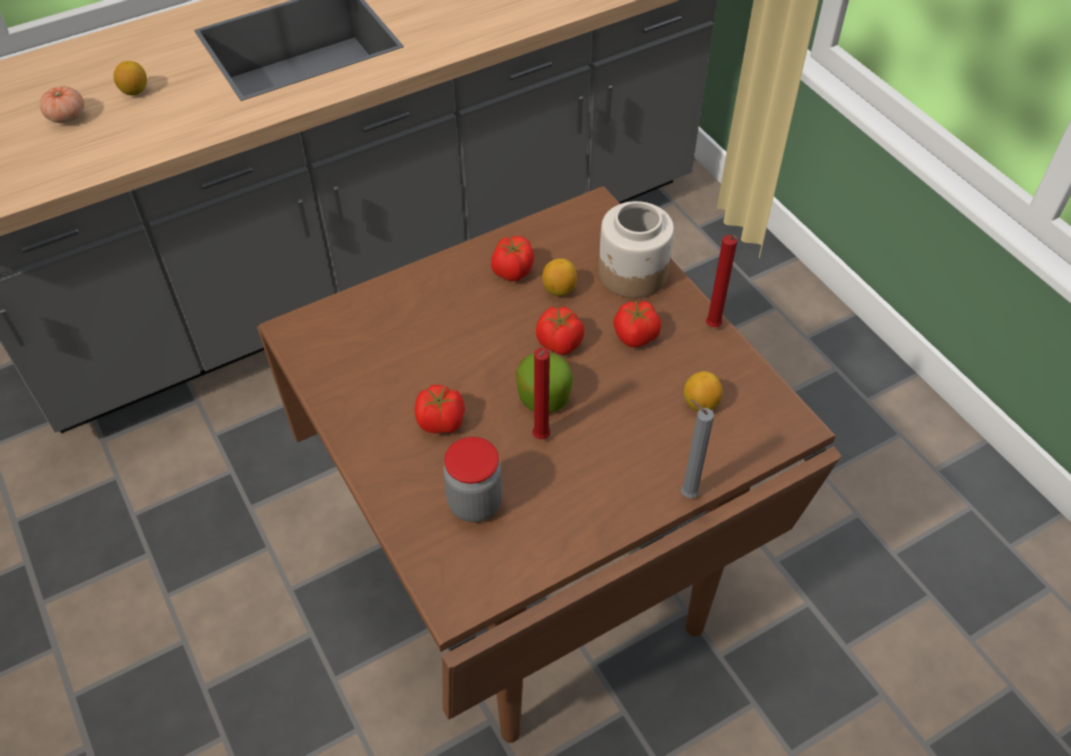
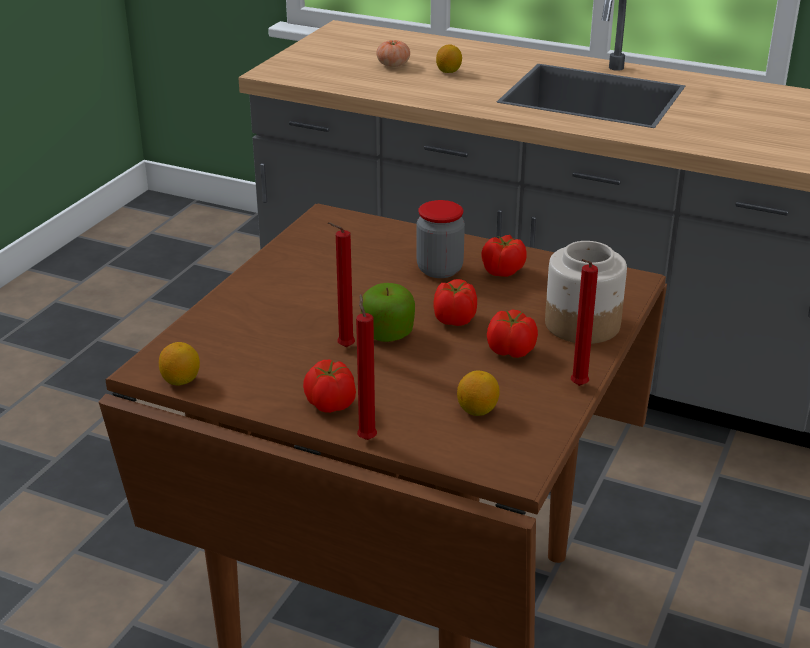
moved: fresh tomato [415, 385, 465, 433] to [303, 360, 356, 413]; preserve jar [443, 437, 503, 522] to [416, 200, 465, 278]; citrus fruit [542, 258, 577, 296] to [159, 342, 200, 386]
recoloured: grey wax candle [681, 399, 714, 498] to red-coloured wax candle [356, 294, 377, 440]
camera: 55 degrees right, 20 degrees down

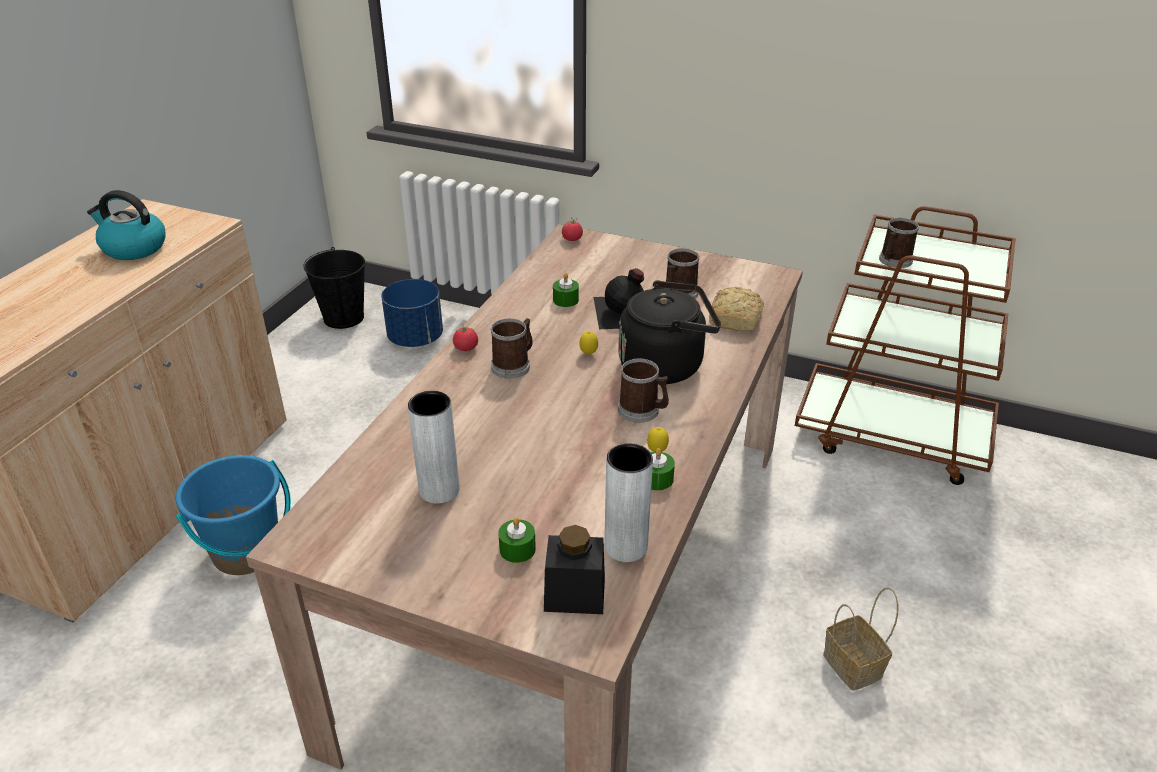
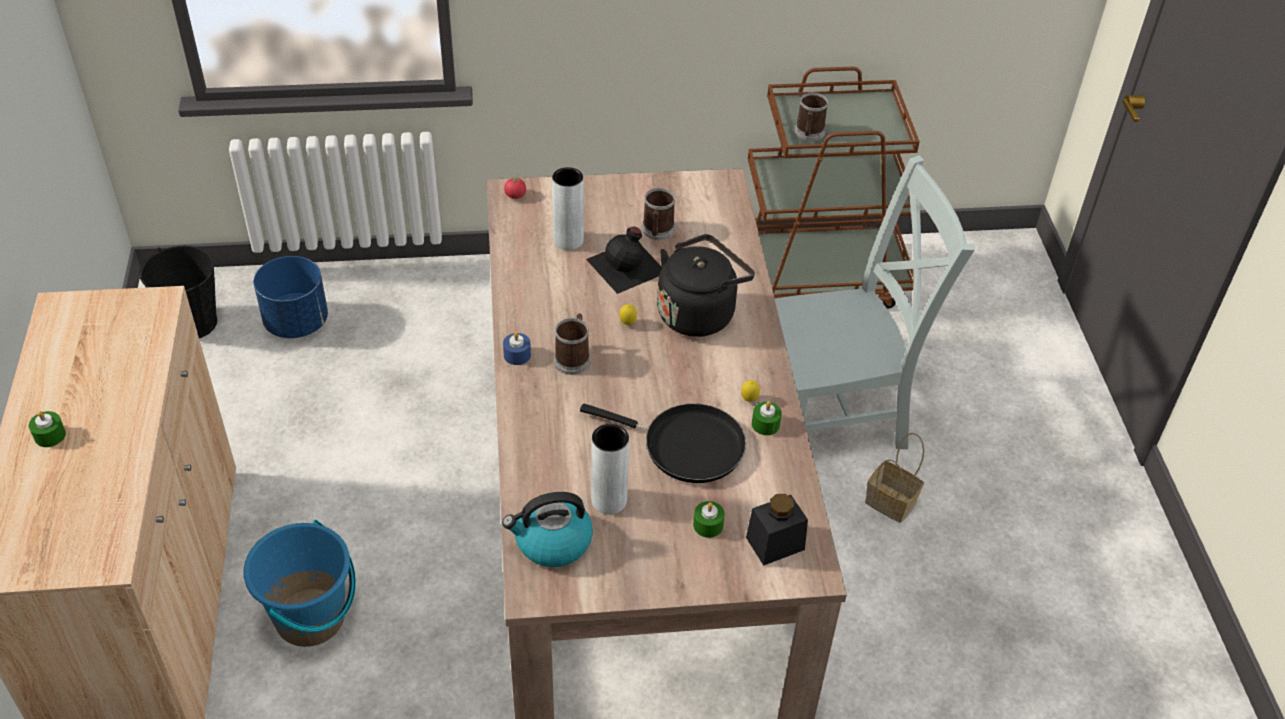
removed: tea mug [618, 359, 669, 423]; bakery bread [709, 287, 764, 332]
added: blackish frying pan [580, 403, 746, 483]; grey plain chair [775, 155, 975, 449]
moved: tea kettle [87, 190, 166, 260] to [502, 492, 593, 567]; green wax candle [553, 273, 579, 307] to [29, 411, 66, 447]; grey decorative vase [604, 443, 653, 562] to [552, 167, 584, 250]
replaced: fresh tomato [453, 324, 478, 351] to bluish wax candle [503, 332, 531, 365]
camera: 30 degrees left, 10 degrees up

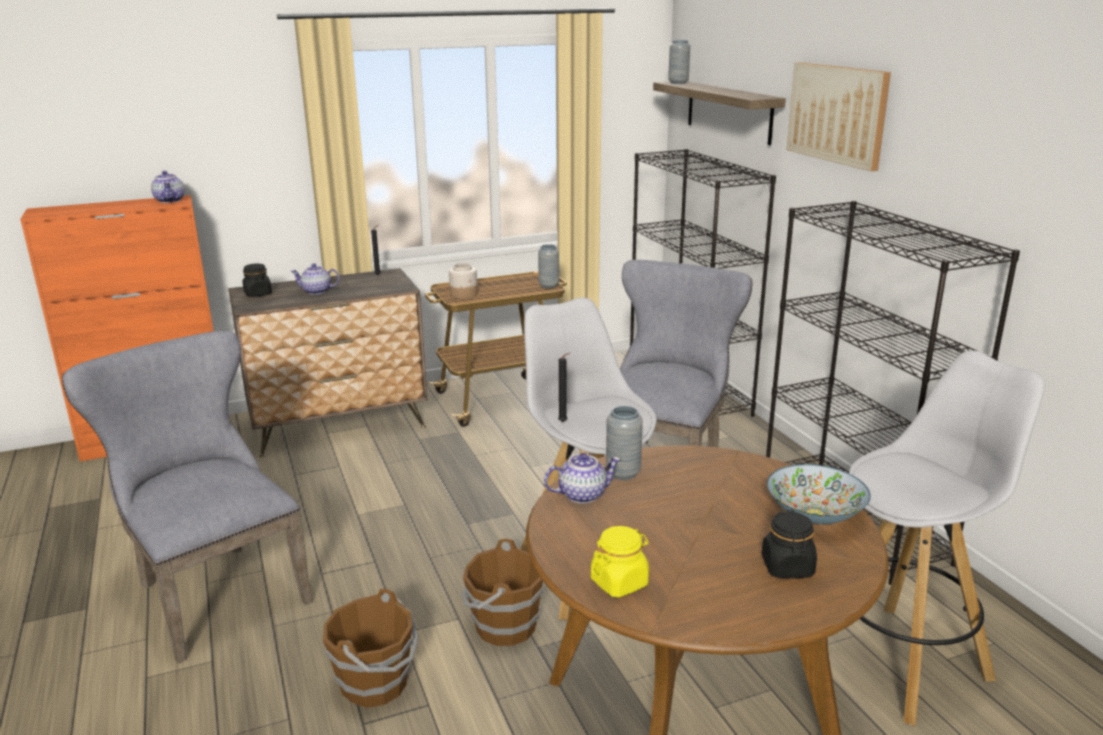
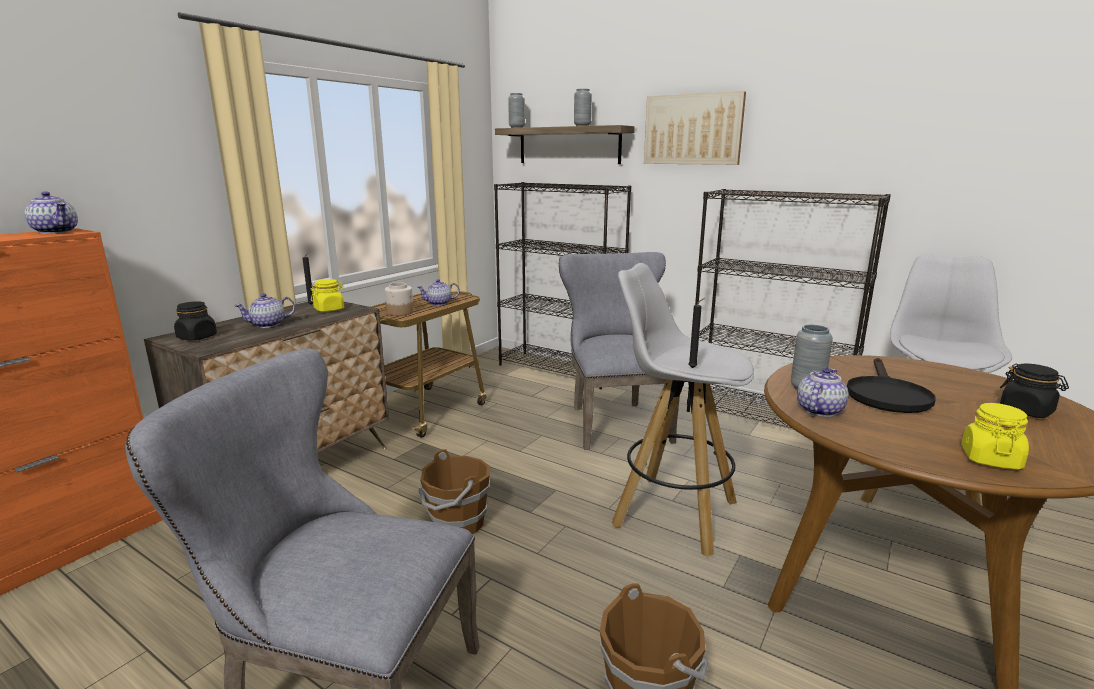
removed: deep dish [767, 464, 871, 524]
added: yellow-coloured preserve jar [310, 279, 344, 312]; pot for tea [417, 279, 460, 306]; blackish frying pan [847, 358, 935, 413]
moved: brown bucket [462, 538, 544, 646] to [418, 449, 490, 534]; grey decorative vase [538, 244, 559, 288] to [574, 89, 592, 126]
camera: 35 degrees left, 5 degrees down

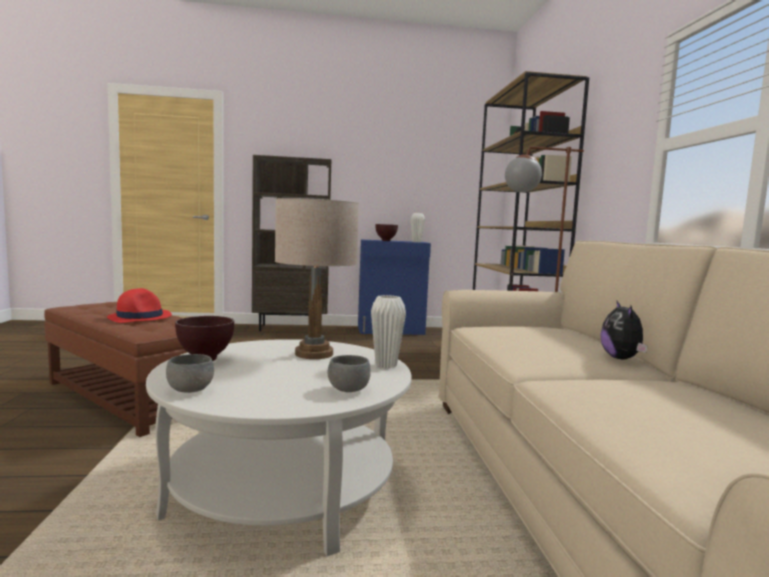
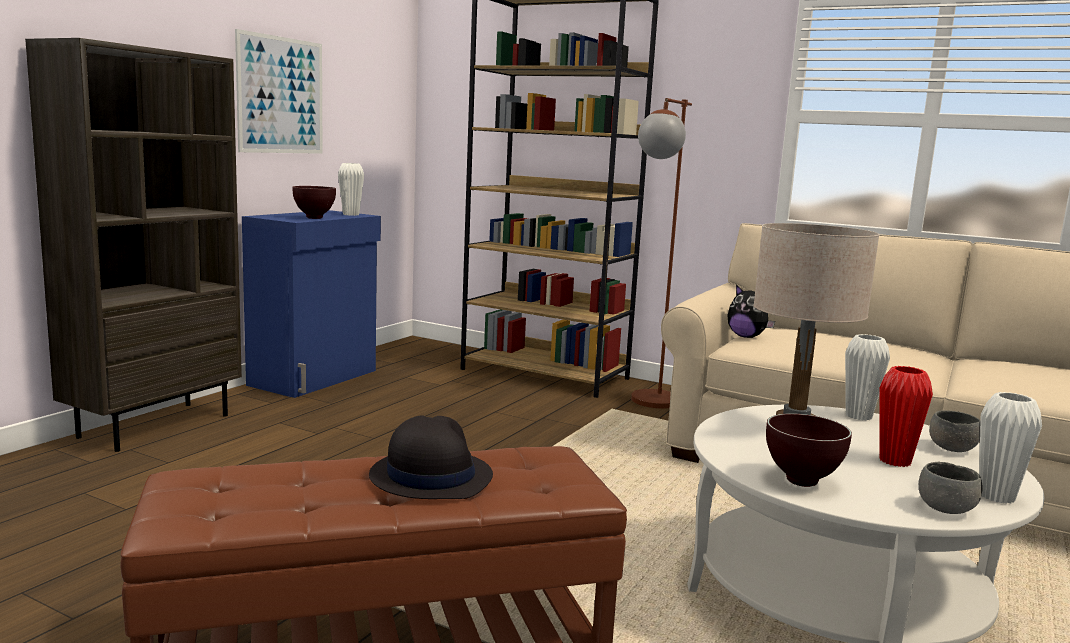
added: picture [235, 29, 322, 154]; red-coloured decorative vase [880, 366, 933, 467]; white-coloured decorative vase [979, 392, 1042, 504]
moved: cuddly toy [600, 301, 648, 359] to [727, 285, 775, 338]
recoloured: red-coloured wearable hat [107, 288, 172, 323] to blackish wearable hat [369, 415, 493, 499]
camera: 55 degrees left, 5 degrees up

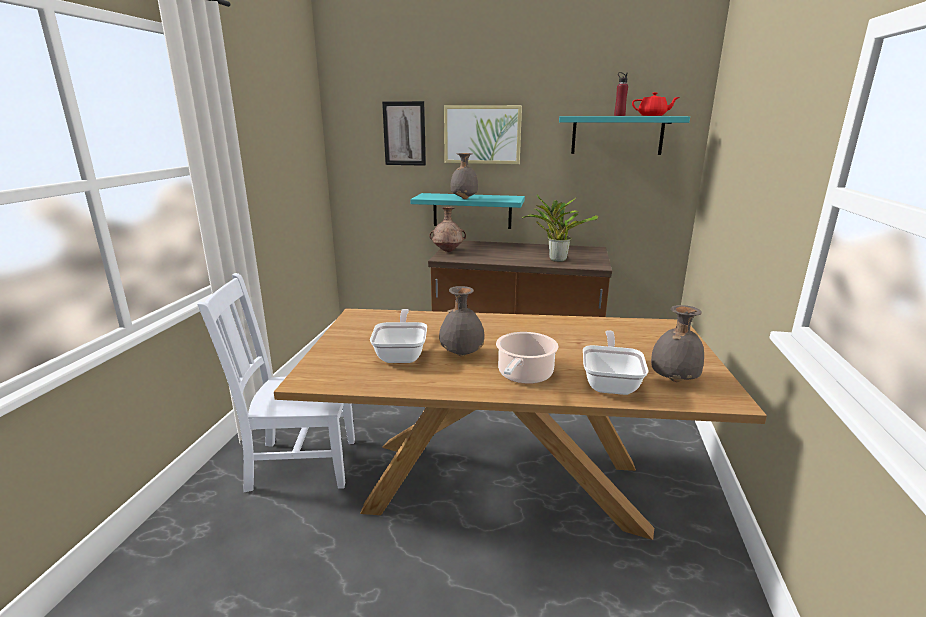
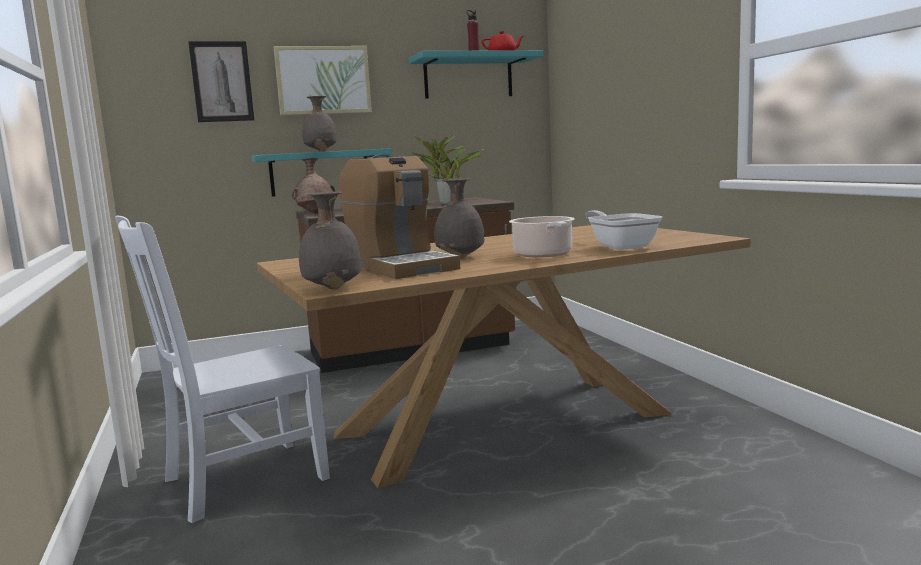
moved: grey decorative vase [651, 305, 704, 382] to [299, 191, 361, 290]
replaced: frying pan [370, 309, 427, 363] to coffee maker [339, 155, 460, 279]
camera: 30 degrees left, 10 degrees down

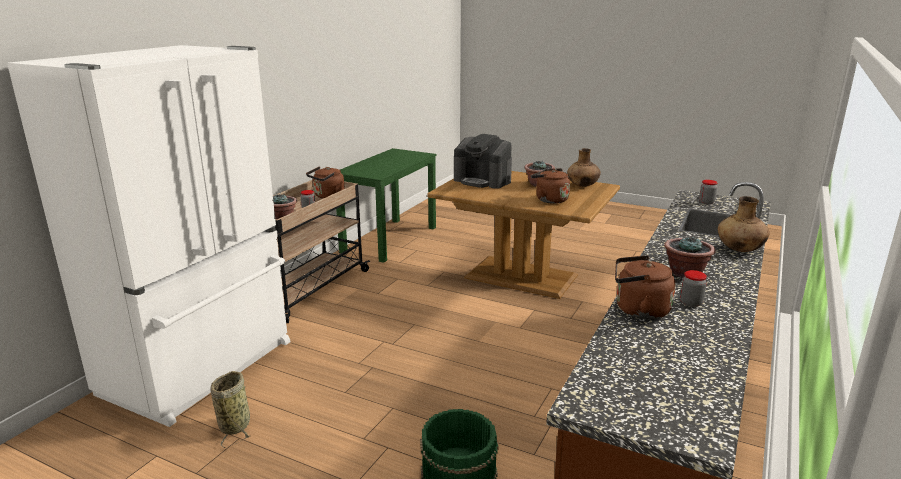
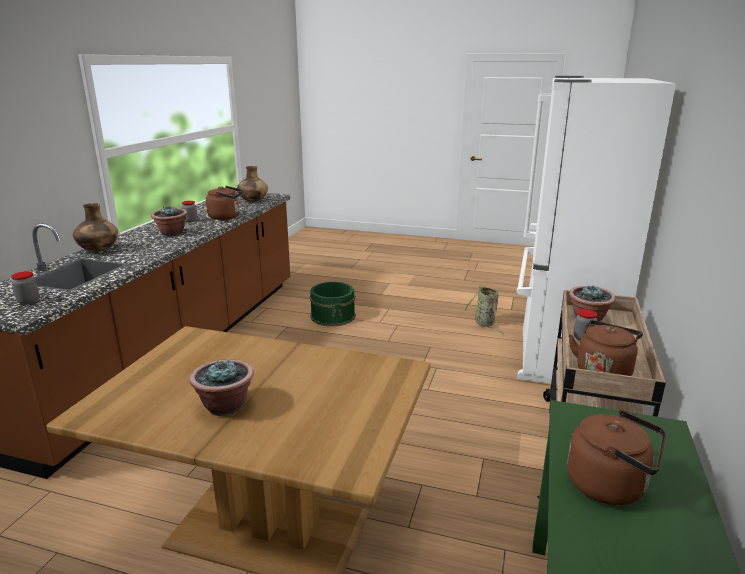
removed: coffee maker [454, 134, 512, 189]
moved: brown tea kettle [531, 168, 570, 204] to [567, 410, 666, 505]; brown decorative vase [567, 148, 601, 187] to [237, 166, 268, 202]
camera: 170 degrees right, 0 degrees up

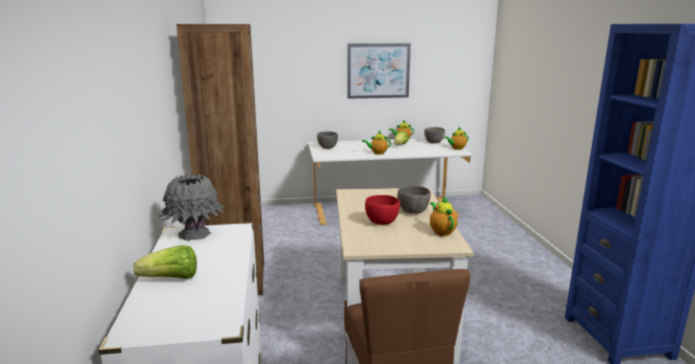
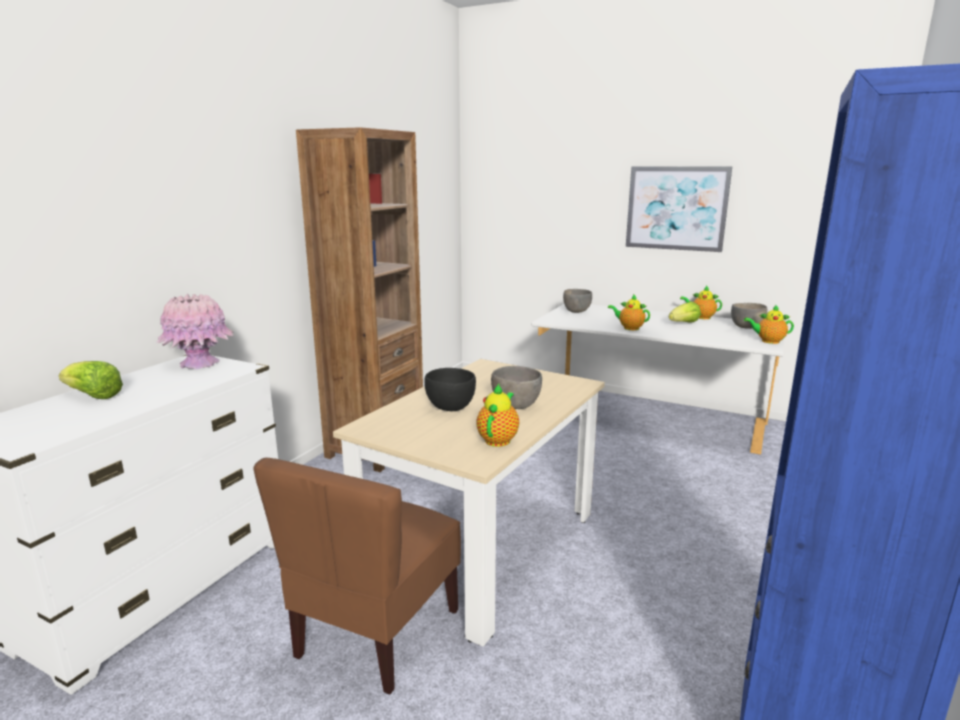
recoloured: grey decorative vase [159, 173, 224, 241] to pink-coloured decorative vase [156, 294, 234, 369]; red-coloured deep dish [365, 195, 400, 225] to blackish deep dish [424, 368, 476, 411]
camera: 35 degrees right, 0 degrees up

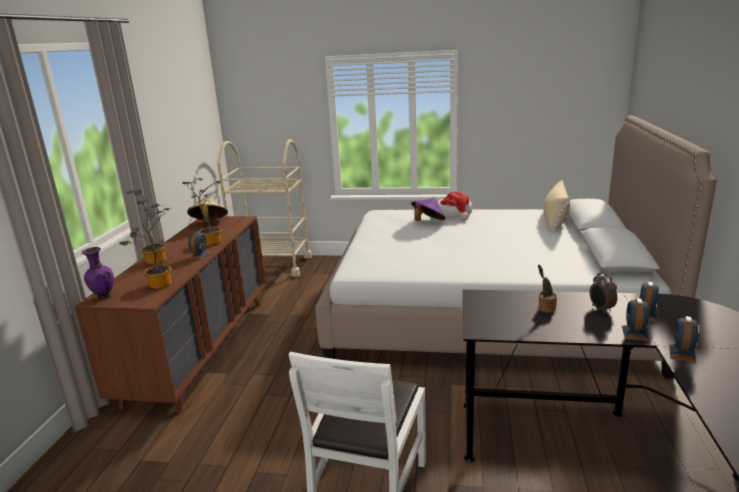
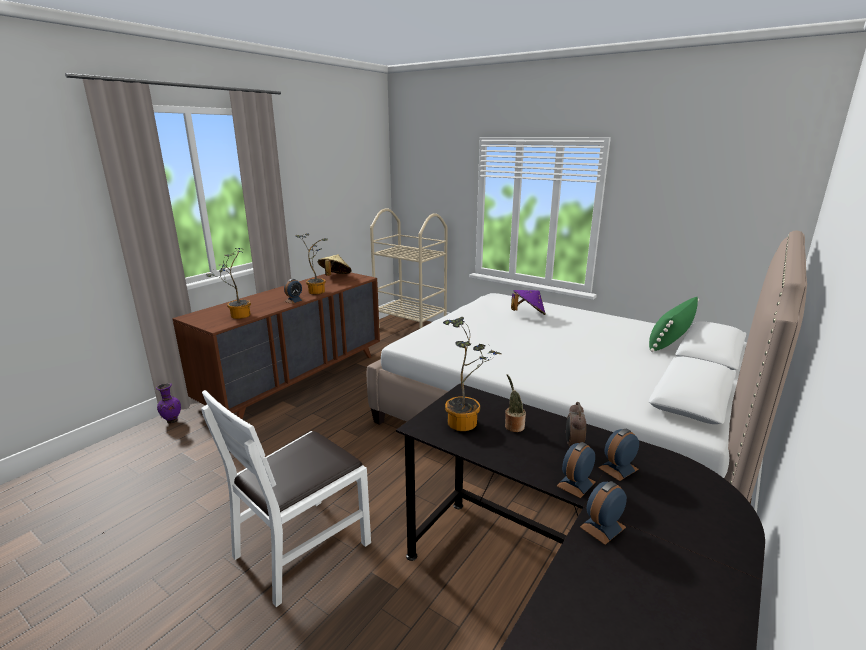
removed: wearable hat [437, 192, 472, 220]
moved: purple decorative vase [82, 247, 114, 299] to [156, 383, 181, 424]; plant in a pot [126, 189, 171, 265] to [443, 317, 502, 431]
recoloured: sand-coloured cushion [543, 180, 570, 232] to green cushion [649, 297, 699, 352]
camera: 25 degrees right, 0 degrees up

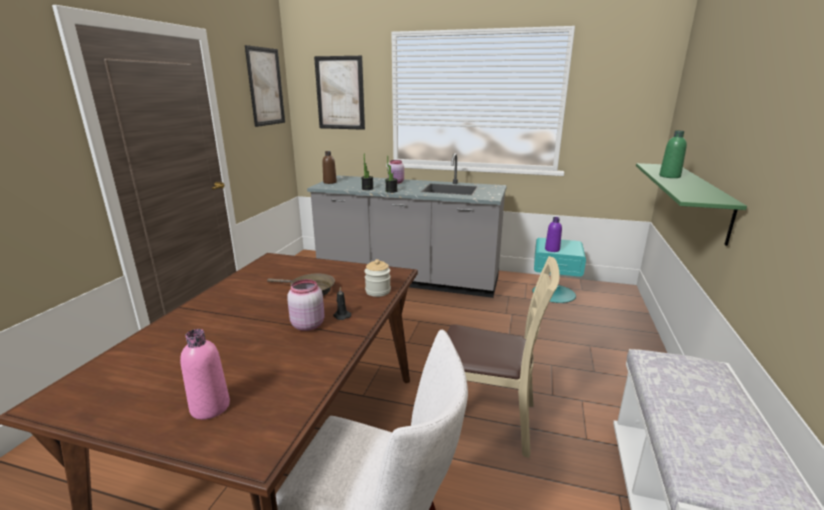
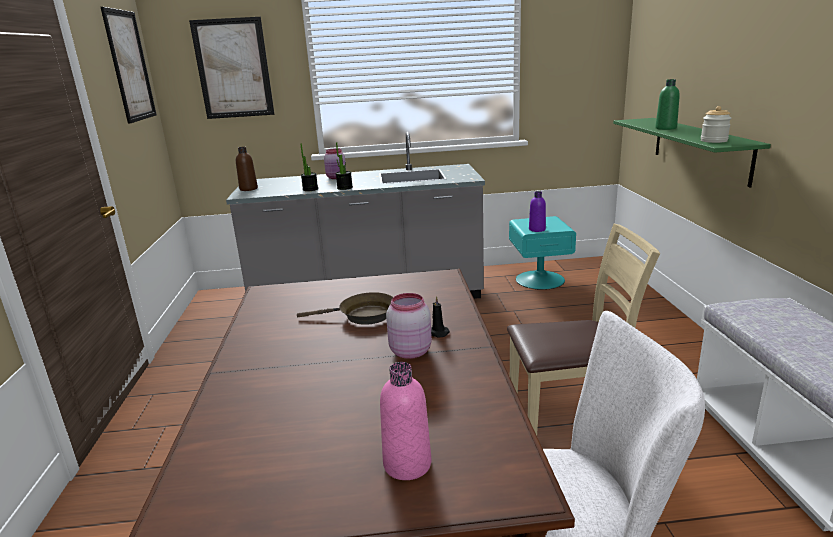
moved: preserve jar [365, 259, 391, 297] to [701, 106, 731, 143]
camera: 20 degrees left, 0 degrees up

